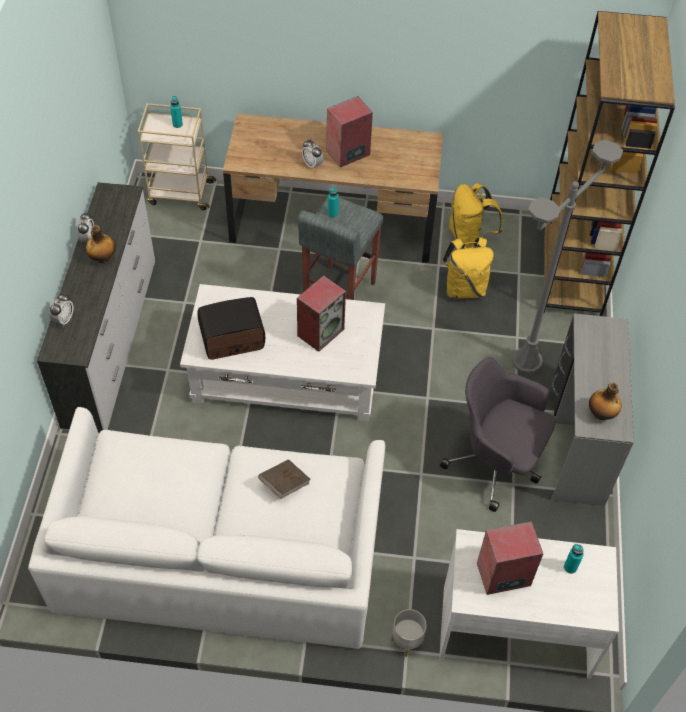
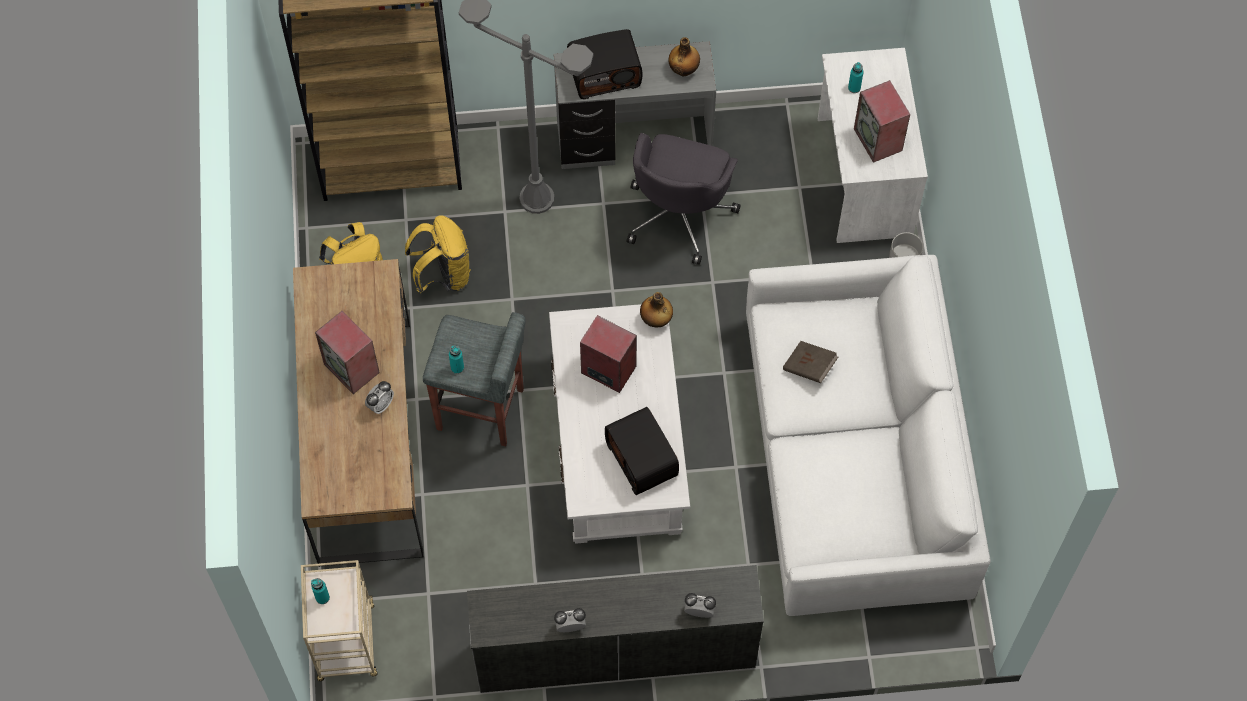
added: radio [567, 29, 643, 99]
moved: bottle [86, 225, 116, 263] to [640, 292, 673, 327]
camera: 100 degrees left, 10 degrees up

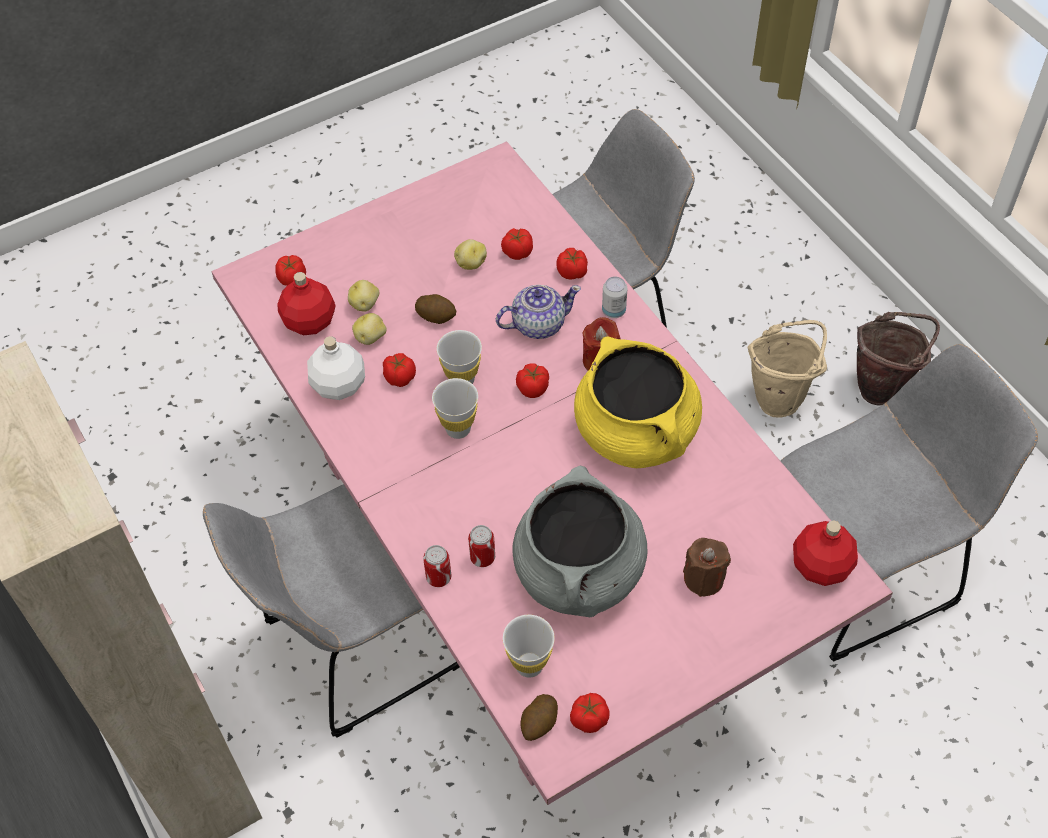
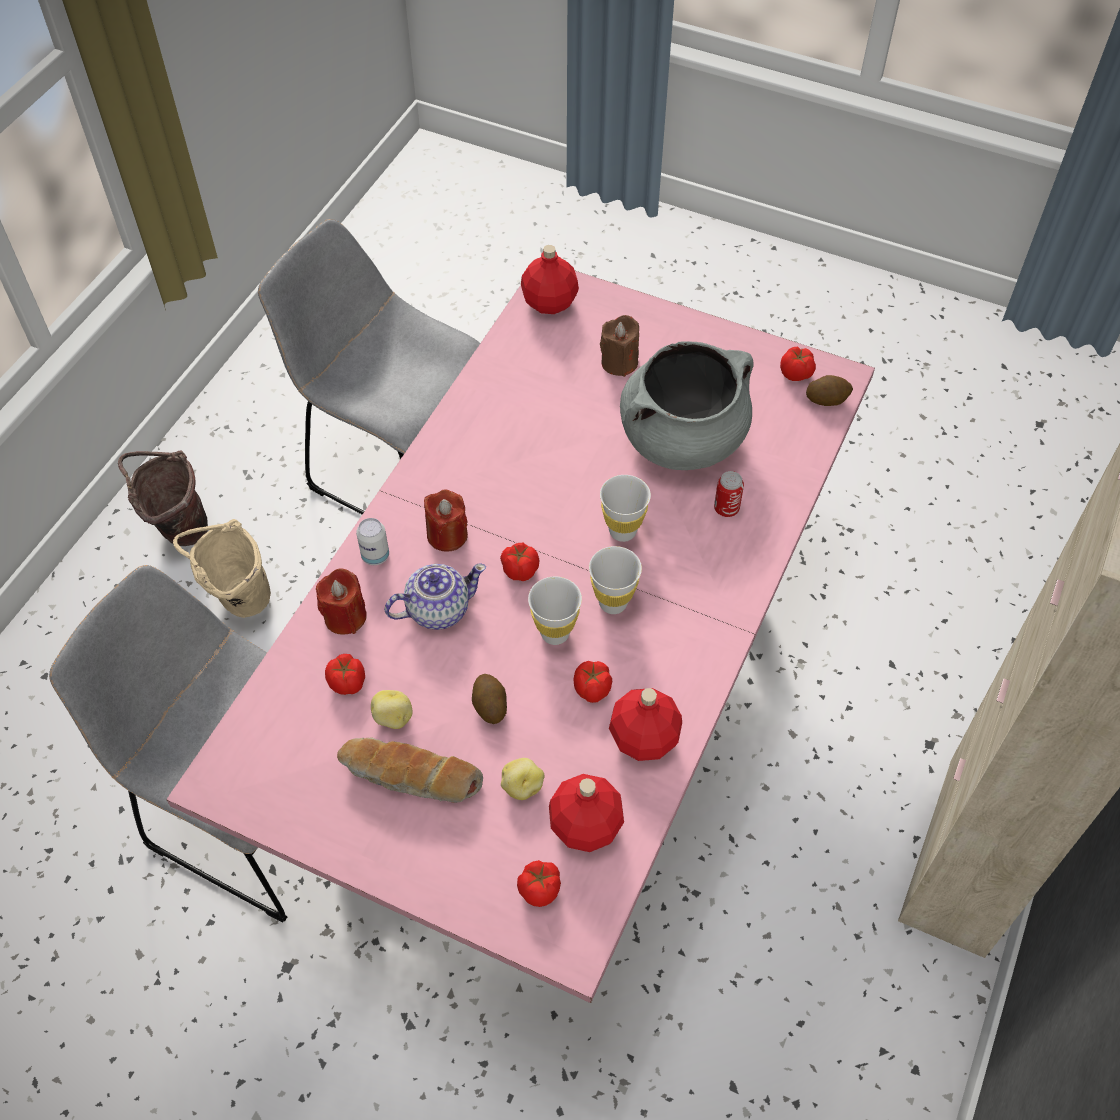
removed: grey plain chair [203, 484, 460, 738]; potato [352, 313, 387, 345]; can [423, 545, 452, 587]; yellow-coloured cooking pot [574, 336, 702, 468]
added: bakery bread [337, 737, 483, 803]
moved: white-coloured cup [503, 615, 555, 678] to [600, 475, 651, 542]
replaced: fresh tomato [556, 248, 588, 279] to red-coloured wax candle [316, 569, 367, 635]
recoloured: white-coloured bottle [307, 336, 365, 400] to red-coloured bottle [609, 688, 682, 761]
turned: pot for tea [496, 285, 581, 339] = [384, 564, 486, 630] 120 degrees clockwise
camera: 125 degrees left, 0 degrees up

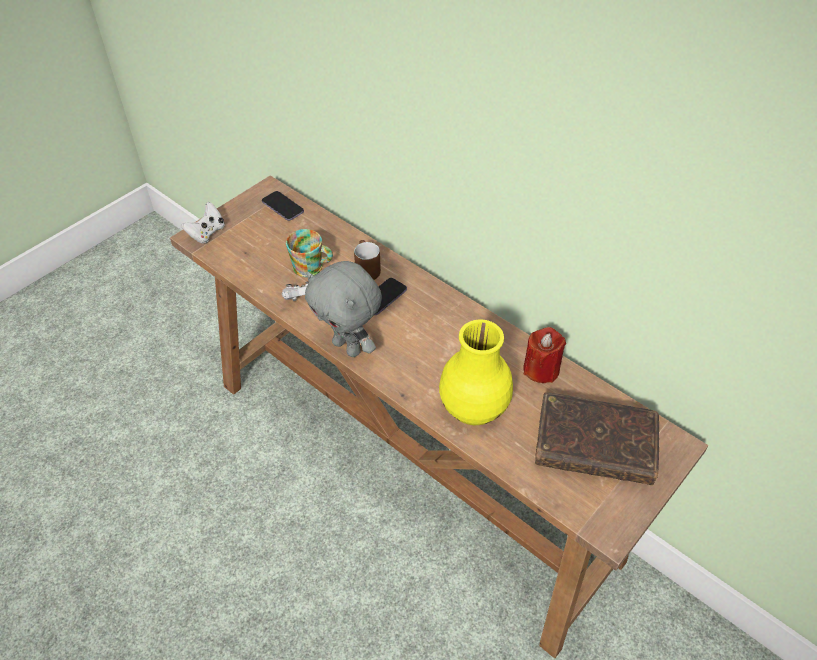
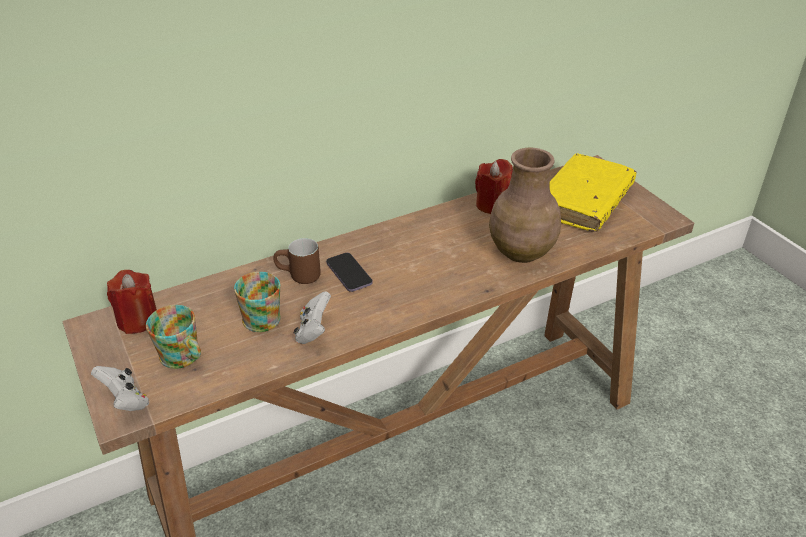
removed: grey cuddly toy [305, 261, 382, 357]
added: tea mug [146, 305, 201, 369]
replaced: handset [262, 191, 304, 221] to red-coloured wax candle [107, 270, 157, 334]
recoloured: yellow-coloured decorative vase [439, 320, 513, 425] to brown decorative vase [489, 148, 561, 263]; brown bound book [535, 392, 659, 485] to yellow-coloured bound book [549, 153, 637, 232]
camera: 70 degrees left, 10 degrees down

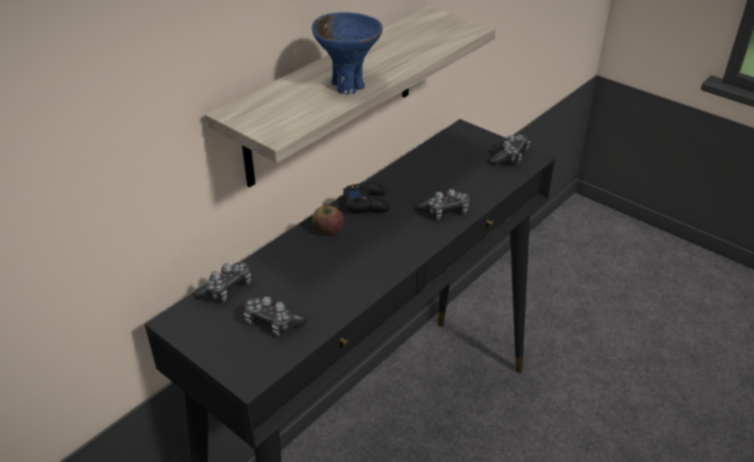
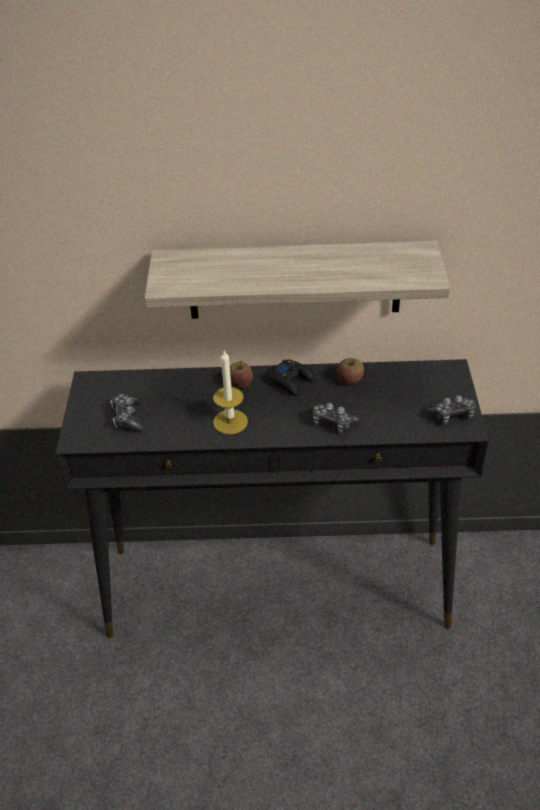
removed: joypad [194, 262, 251, 303]; bluish deep dish [312, 12, 383, 94]
added: wax candle [213, 350, 248, 434]; whole apple [337, 358, 364, 385]
camera: 50 degrees right, 5 degrees up

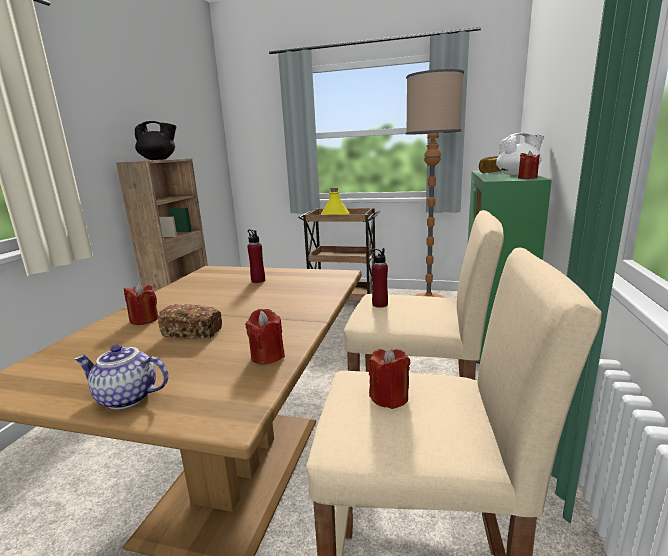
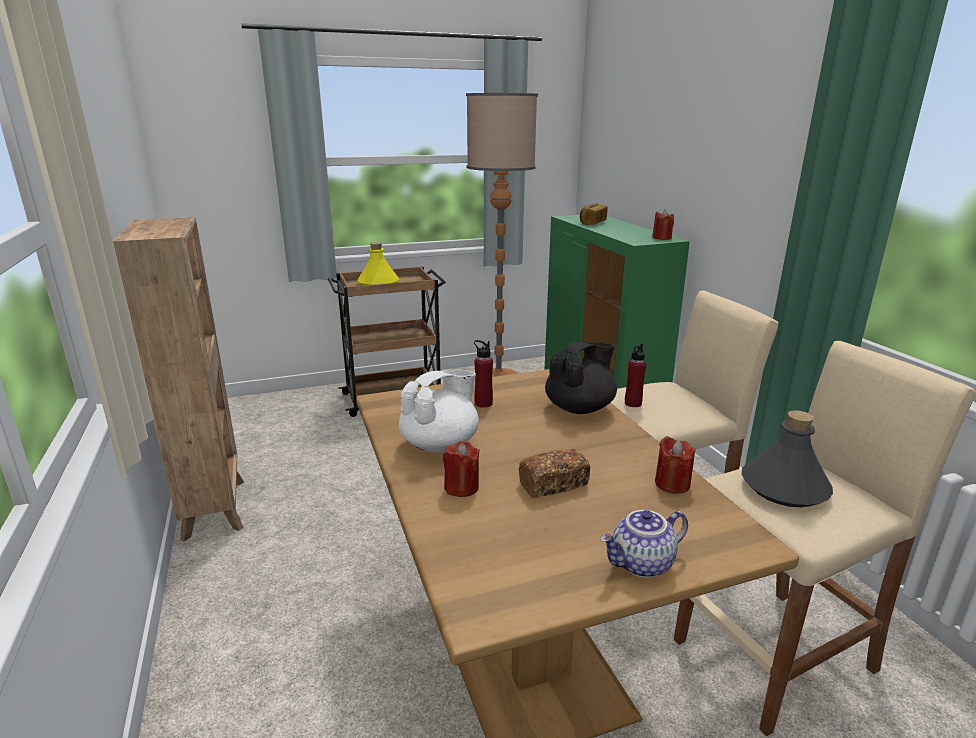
moved: blackish pot for tea [135, 121, 176, 160] to [545, 342, 617, 414]; white-coloured pot for tea [496, 133, 544, 175] to [399, 370, 479, 453]
replaced: red-coloured wax candle [369, 348, 410, 409] to grey bottle [742, 410, 833, 507]
camera: 35 degrees left, 5 degrees up

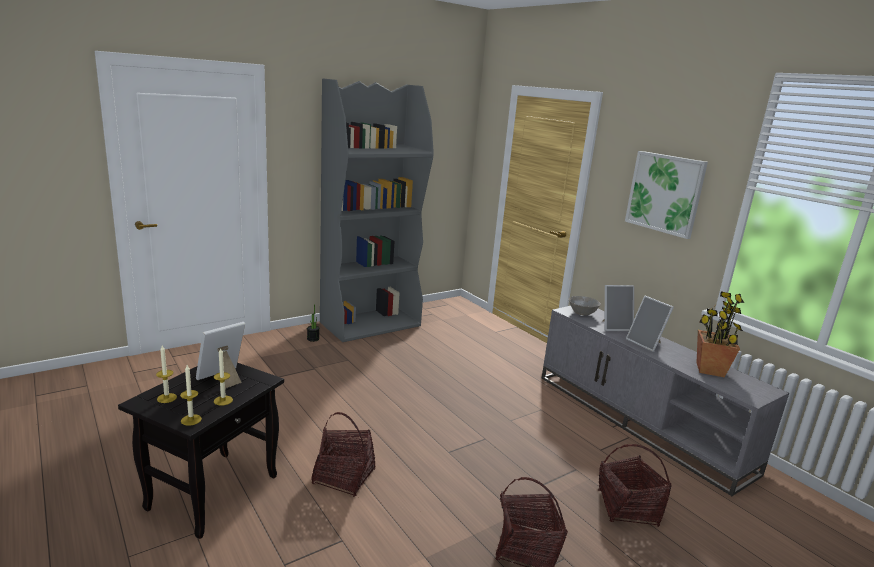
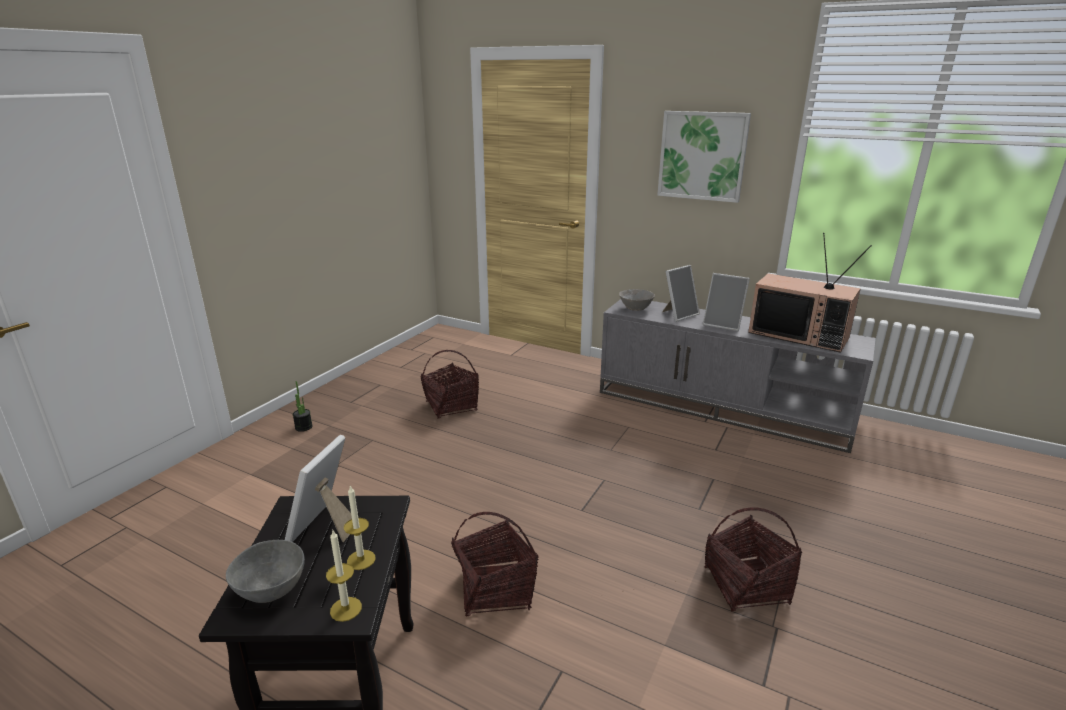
removed: grey bookshelf [320, 78, 434, 342]
moved: basket [598, 444, 672, 527] to [421, 350, 479, 419]
replaced: wax candle [156, 346, 177, 403] to grey deep dish [226, 540, 305, 603]; plant in a pot [696, 291, 744, 377] to television [748, 233, 872, 353]
camera: 25 degrees left, 5 degrees up

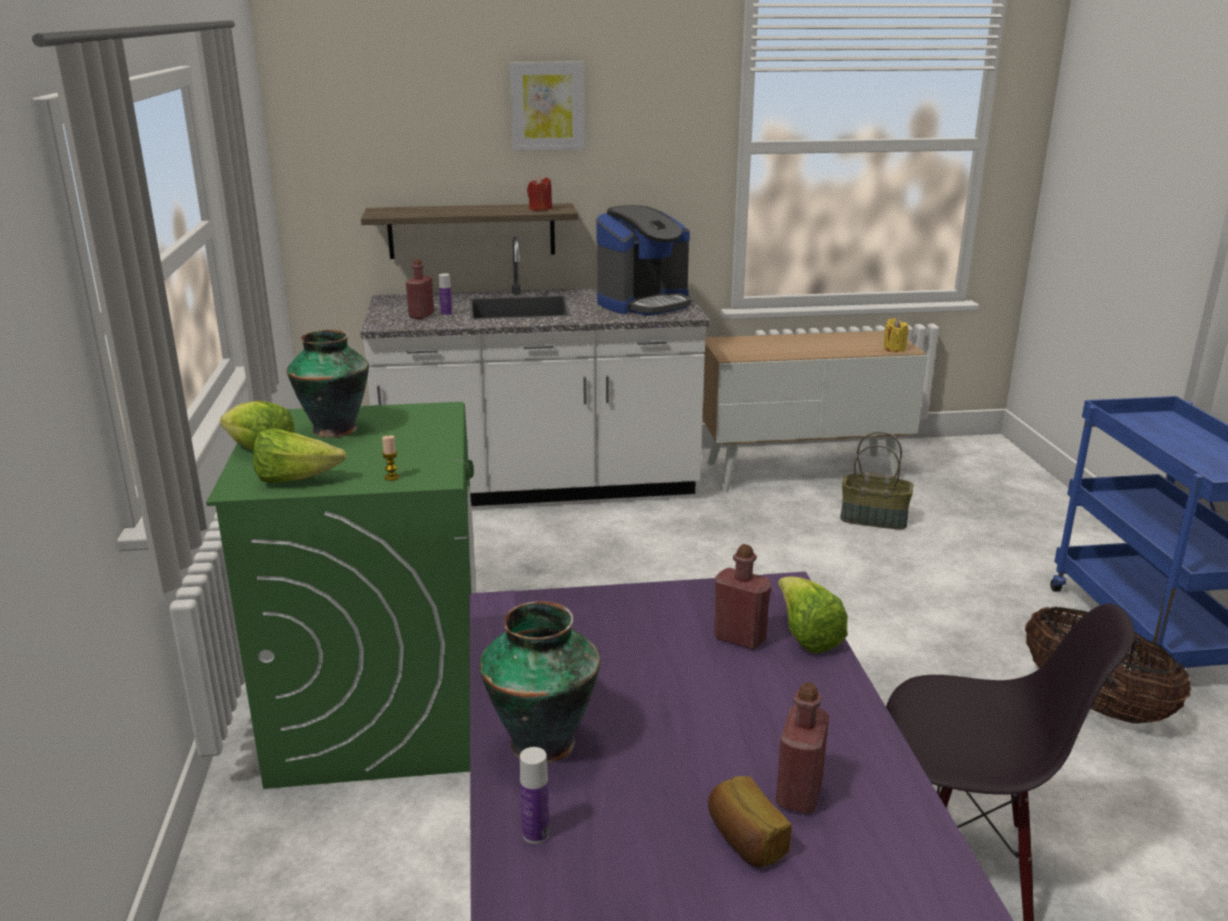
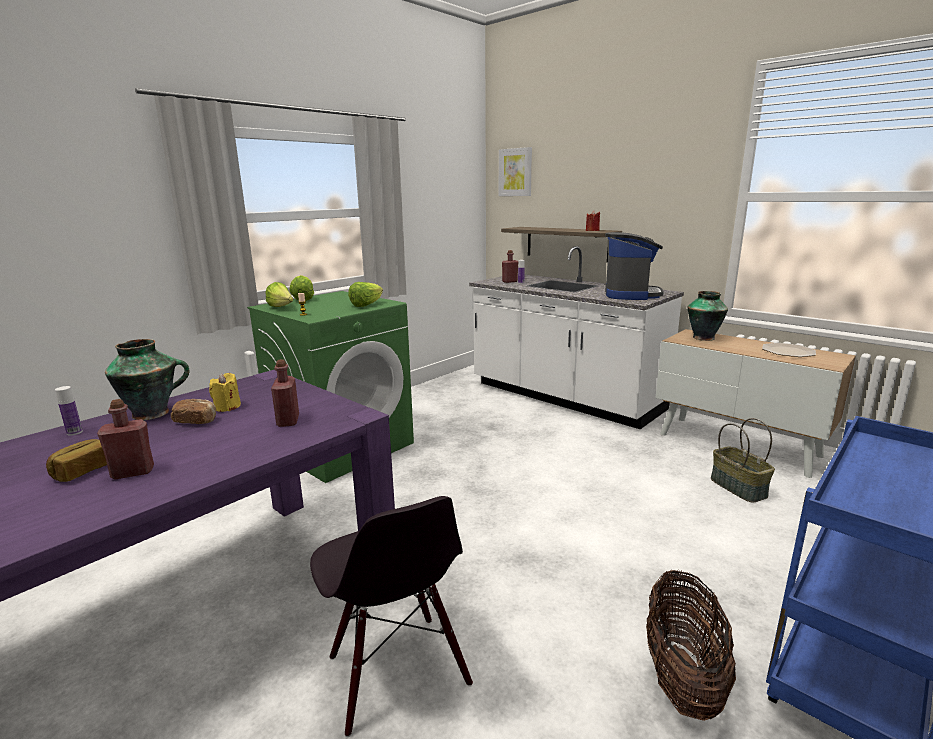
added: bakery bread [171, 399, 216, 424]; flat dish [762, 343, 816, 357]
moved: decorative vase [287, 330, 369, 438] to [688, 291, 728, 341]; picture [509, 61, 585, 151] to [499, 147, 532, 196]; lettuce head [778, 576, 848, 653] to [348, 282, 383, 307]; yellow-coloured wax candle [884, 318, 909, 352] to [209, 373, 241, 412]
turned: coffee maker [596, 205, 691, 316] = [605, 232, 664, 300] 90 degrees counterclockwise
camera: 50 degrees right, 5 degrees down

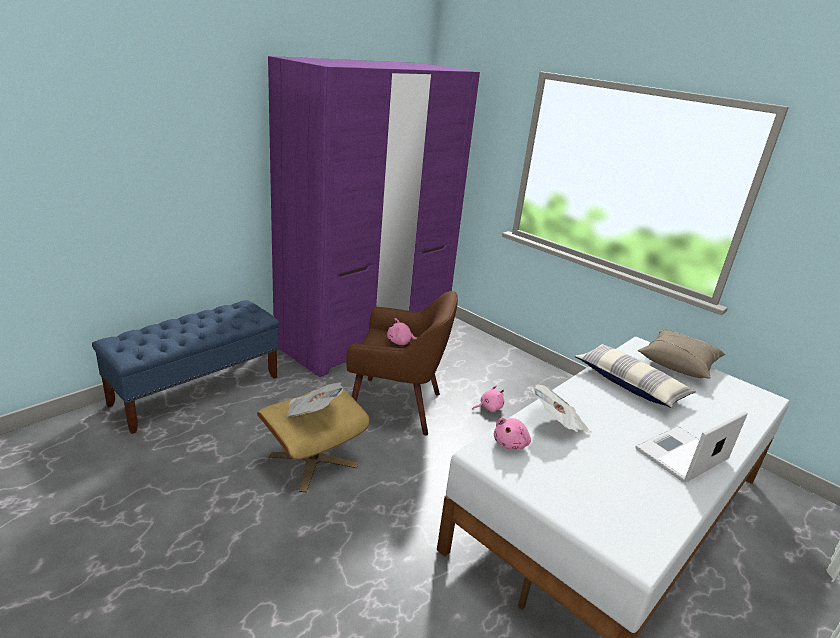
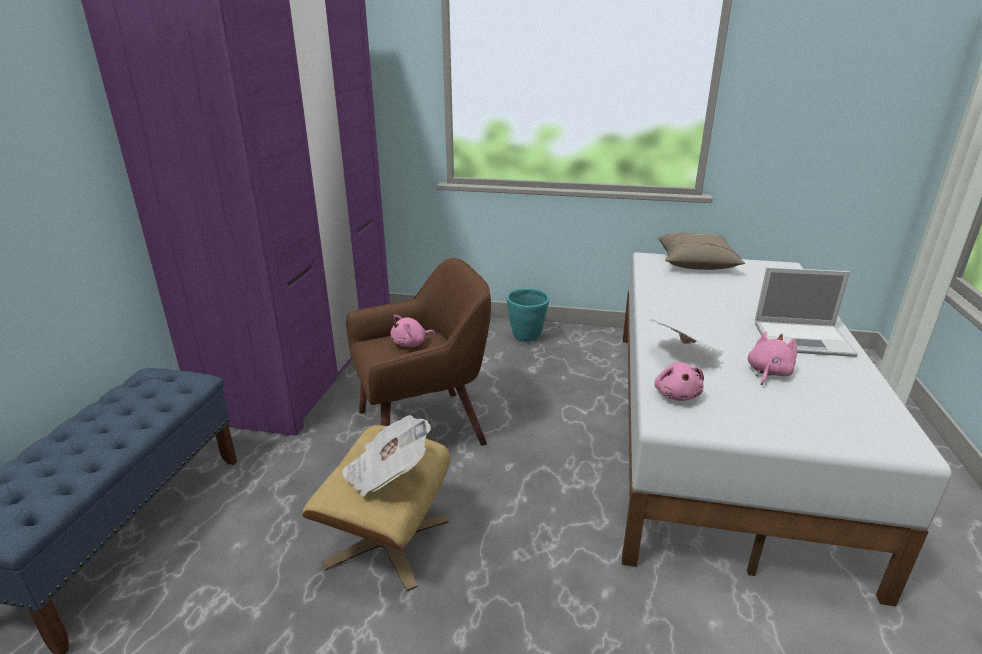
removed: cushion [575, 344, 696, 408]
added: blue-green planter [507, 288, 549, 342]
moved: pink-coloured cuddly toy [472, 386, 504, 412] to [748, 331, 797, 385]
turned: portable computer [635, 411, 748, 482] = [755, 267, 858, 357] 105 degrees counterclockwise
camera: 30 degrees left, 0 degrees up

